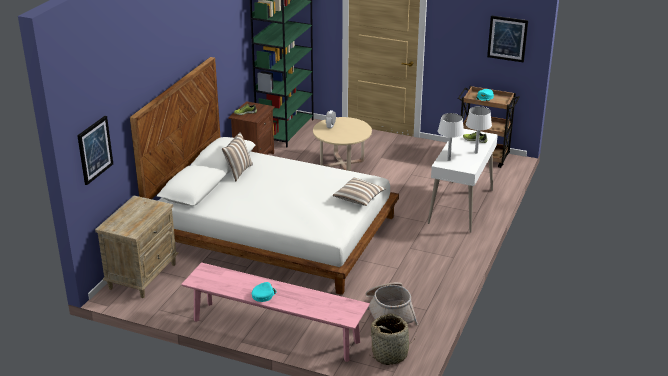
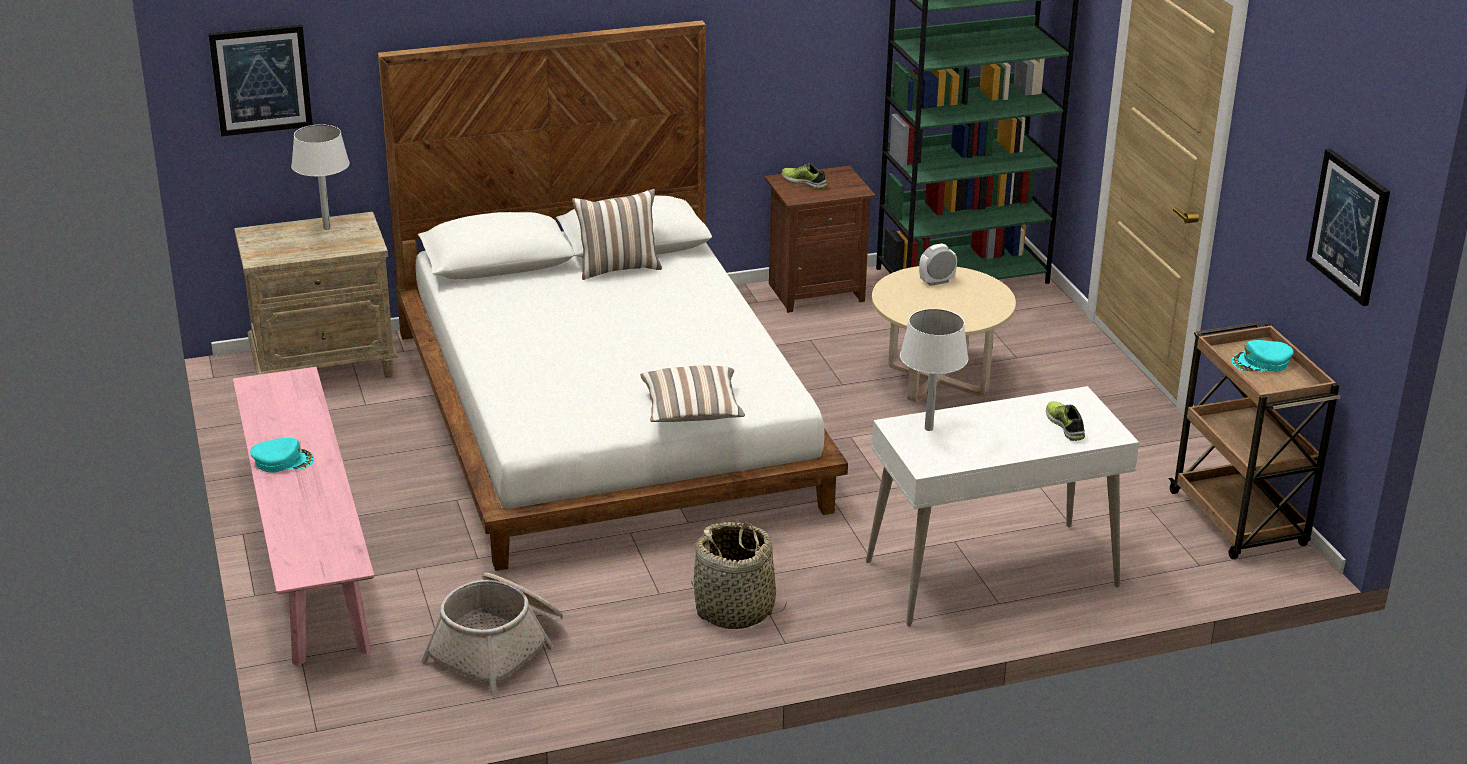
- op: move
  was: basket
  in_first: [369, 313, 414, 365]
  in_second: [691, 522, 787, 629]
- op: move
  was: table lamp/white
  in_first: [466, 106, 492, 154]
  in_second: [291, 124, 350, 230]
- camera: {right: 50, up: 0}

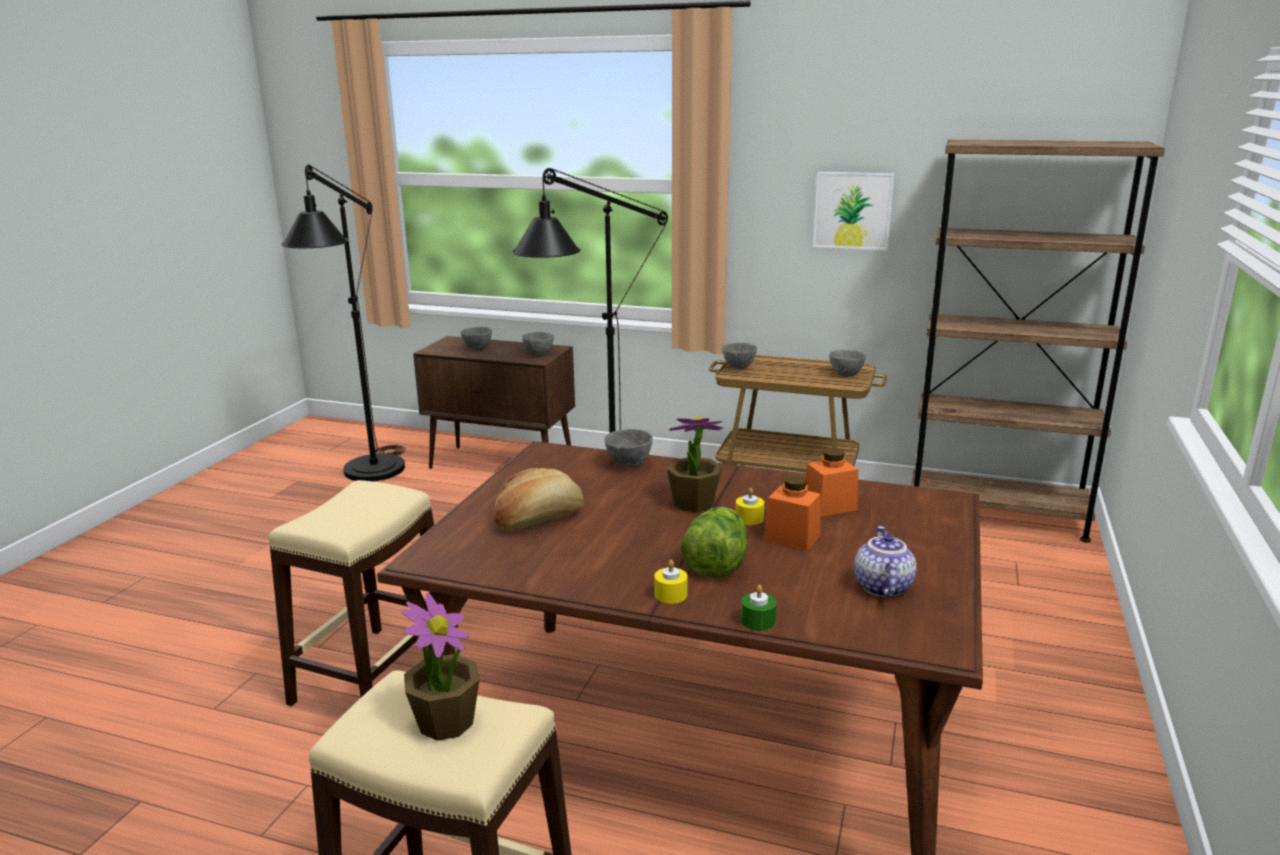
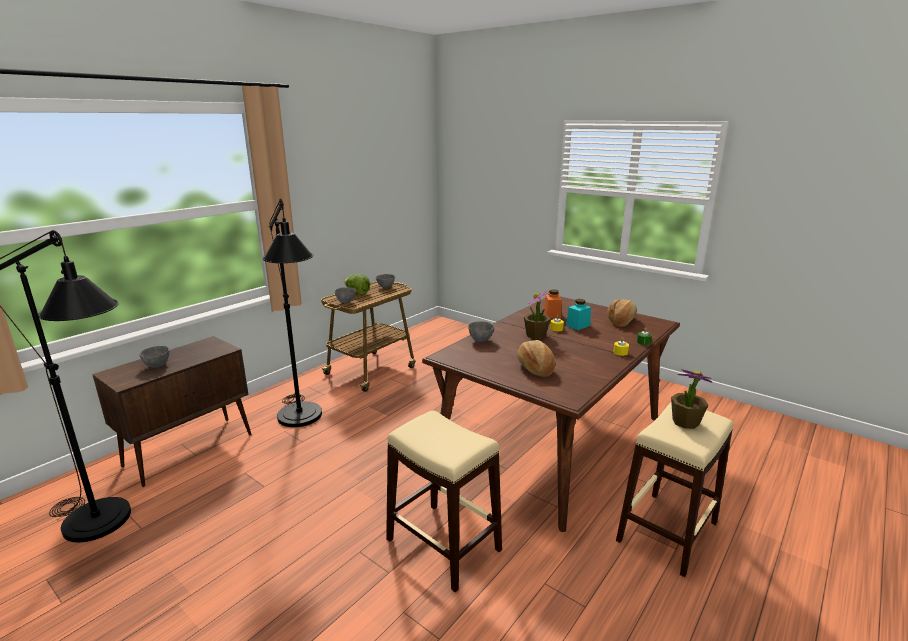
- op: delete
  was: bowl/grey
  in_first: [522, 332, 554, 356]
- op: move
  was: lettuce
  in_first: [681, 507, 747, 578]
  in_second: [345, 275, 370, 295]
- op: recolor
  was: jar/orange
  now: jar/turquoise
  in_first: [764, 475, 821, 551]
  in_second: [566, 299, 591, 330]
- op: delete
  was: picture
  in_first: [813, 172, 895, 251]
- op: replace
  was: teapot
  now: bread
  in_first: [854, 526, 916, 597]
  in_second: [608, 299, 637, 327]
- op: delete
  was: bookcase/brown
  in_first: [911, 140, 1165, 542]
- camera: {right: -70, up: 0}

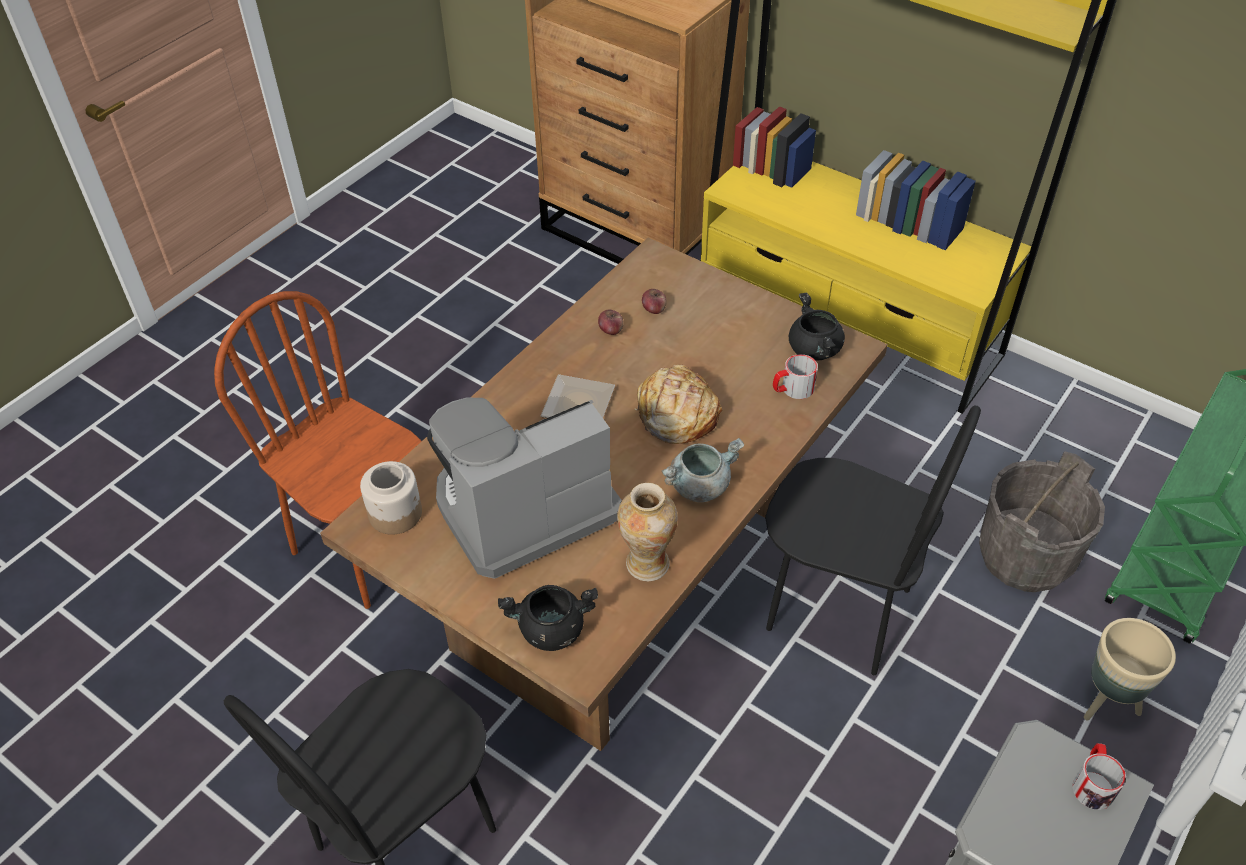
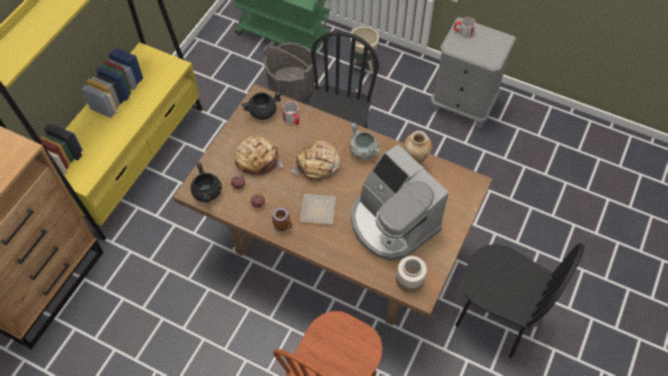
- op: move
  was: cooking pot/black
  in_first: [498, 585, 598, 651]
  in_second: [191, 163, 222, 203]
- op: insert
  now: bread
  in_second: [235, 136, 283, 177]
- op: insert
  now: mug
  in_second: [272, 207, 292, 233]
- camera: {right: -100, up: 10}

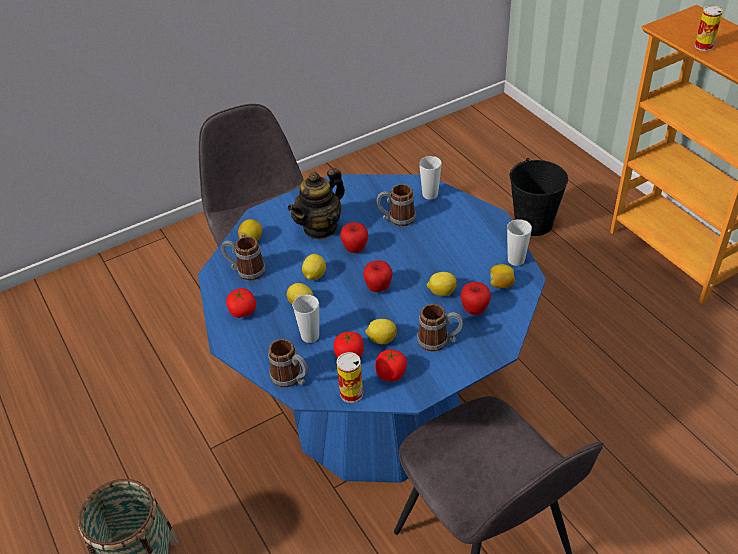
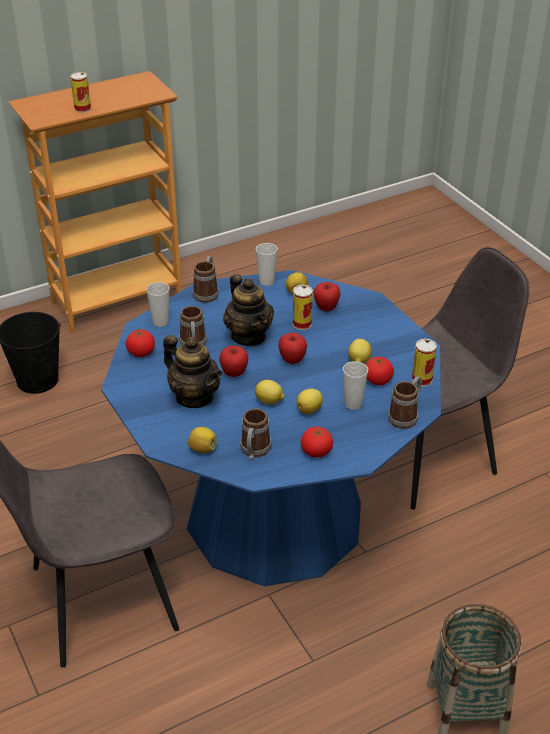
- op: move
  was: tomato
  in_first: [375, 349, 407, 382]
  in_second: [125, 329, 155, 357]
- op: move
  was: mug
  in_first: [417, 304, 463, 352]
  in_second: [193, 256, 219, 303]
- op: replace
  was: lemon
  now: can
  in_first: [427, 272, 457, 296]
  in_second: [293, 285, 313, 330]
- op: insert
  now: teapot
  in_second: [223, 274, 274, 346]
- camera: {right: -90, up: -5}

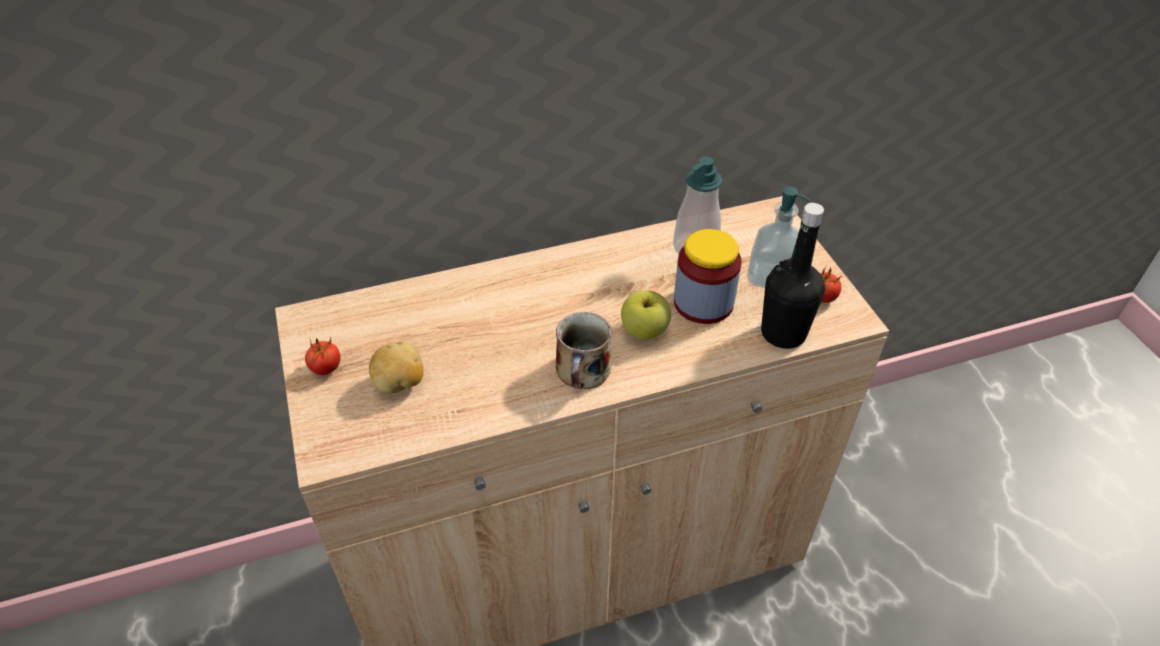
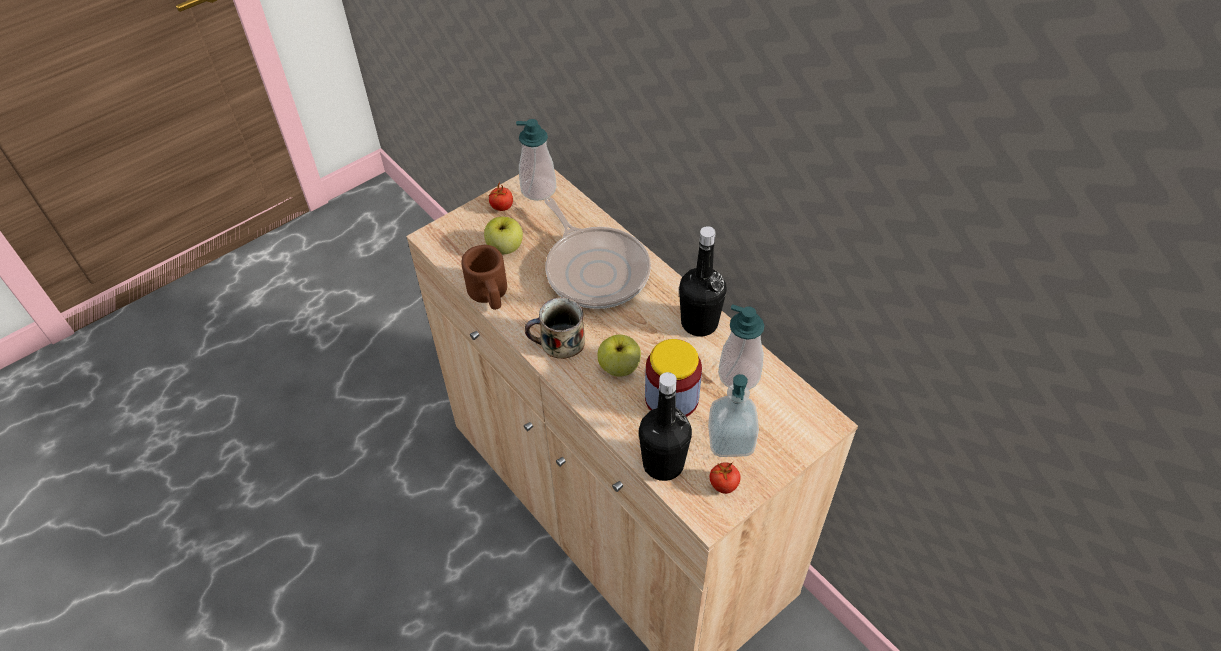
- op: replace
  was: potato
  now: apple
  in_first: [369, 341, 424, 393]
  in_second: [484, 217, 523, 254]
- op: insert
  now: mug/brown
  in_second: [461, 245, 507, 310]
- op: insert
  now: soap dispenser
  in_second: [516, 119, 556, 201]
- op: insert
  now: frying pan
  in_second: [545, 197, 651, 309]
- op: insert
  now: bottle/black
  in_second: [679, 226, 726, 337]
- camera: {right: 70, up: 5}

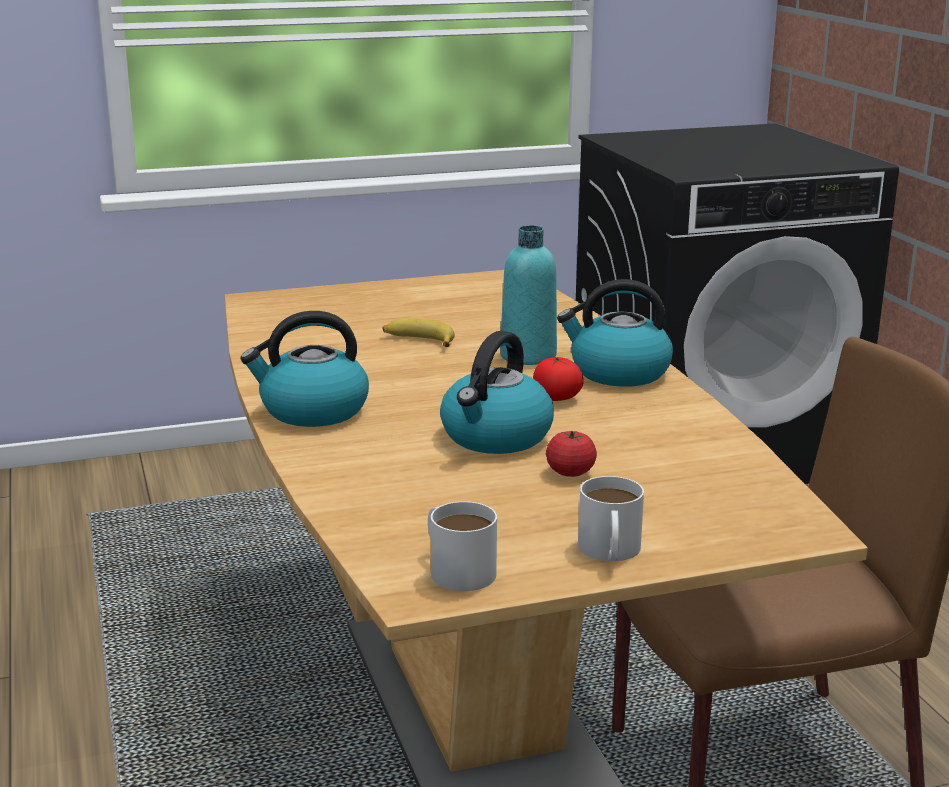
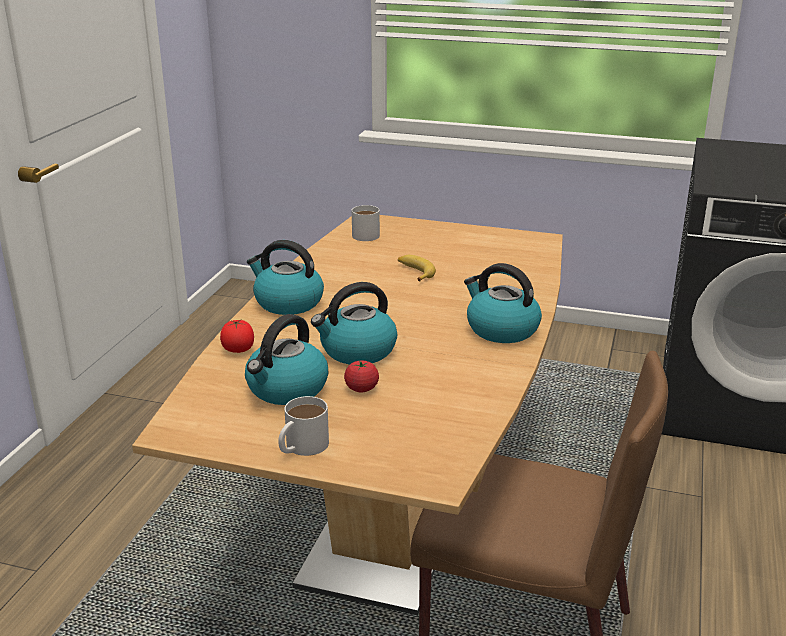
- op: move
  was: mug/white
  in_first: [428, 501, 497, 591]
  in_second: [352, 205, 380, 241]
- op: delete
  was: bottle/turquoise
  in_first: [500, 225, 557, 365]
- op: move
  was: tomato
  in_first: [533, 356, 584, 401]
  in_second: [220, 319, 254, 353]
- op: insert
  now: kettle
  in_second: [245, 314, 328, 405]
- camera: {right: 35, up: 5}

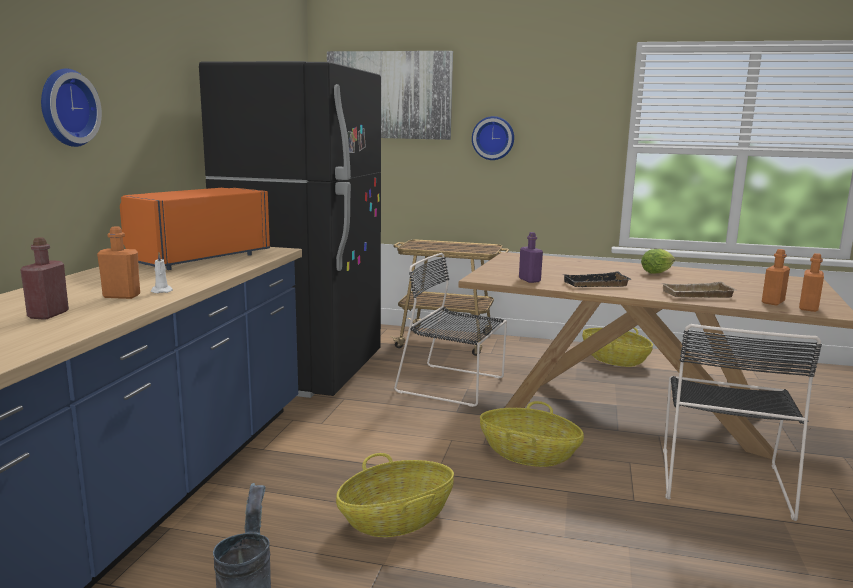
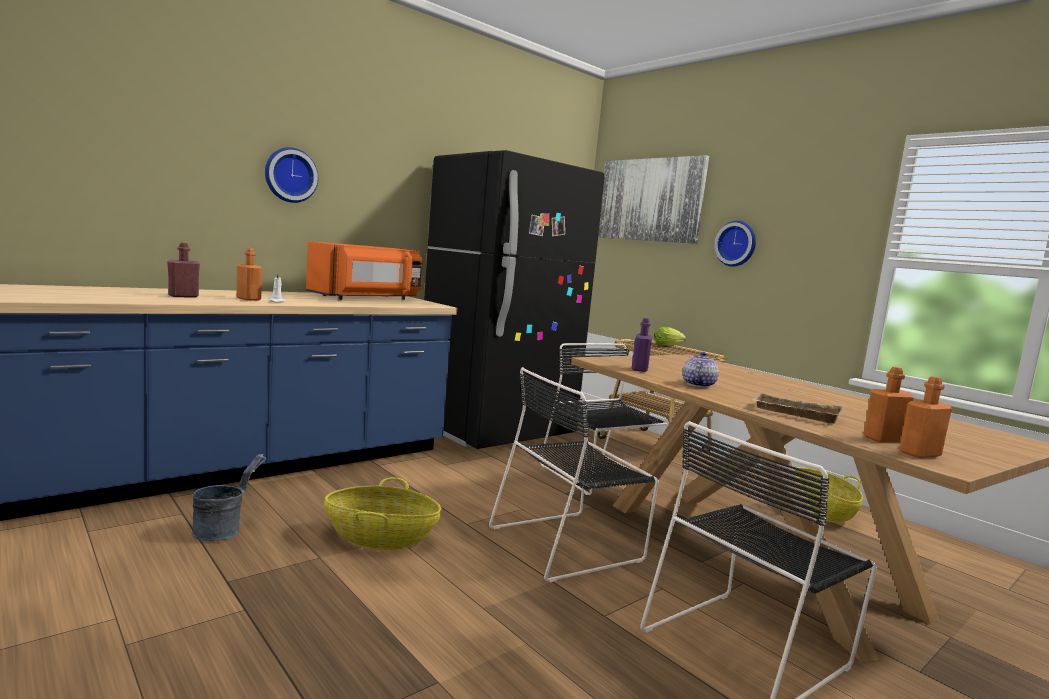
- op: rotate
  was: microwave/orange
  in_first: [120, 188, 270, 270]
  in_second: [306, 241, 423, 300]
  clockwise: 150
- op: replace
  was: basket
  now: chair/black
  in_first: [480, 401, 584, 467]
  in_second: [489, 367, 658, 582]
- op: replace
  was: tray/black
  now: teapot
  in_first: [563, 271, 631, 287]
  in_second: [683, 352, 719, 387]
- op: move
  was: lettuce
  in_first: [641, 249, 675, 274]
  in_second: [654, 327, 686, 346]
- camera: {right: 35, up: -5}

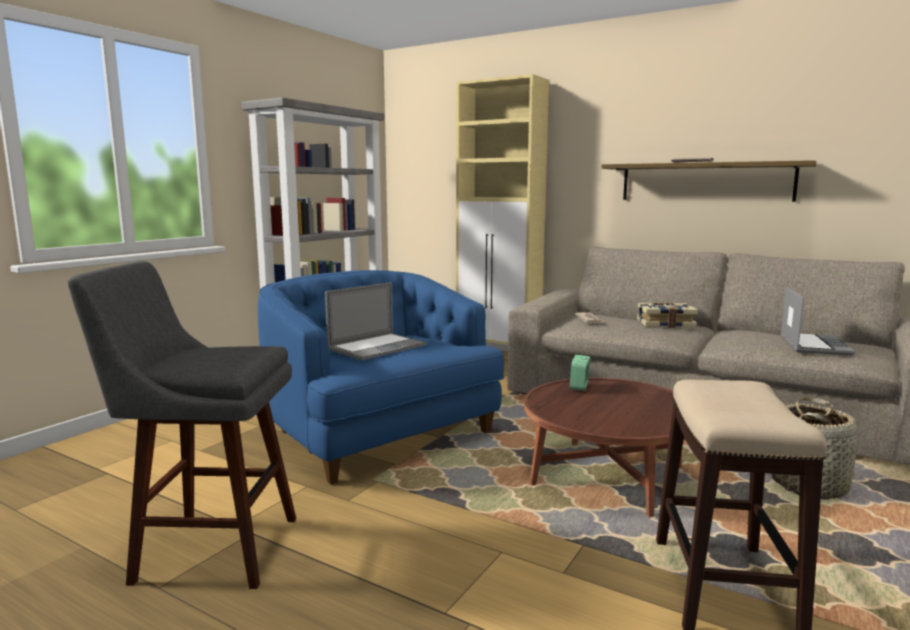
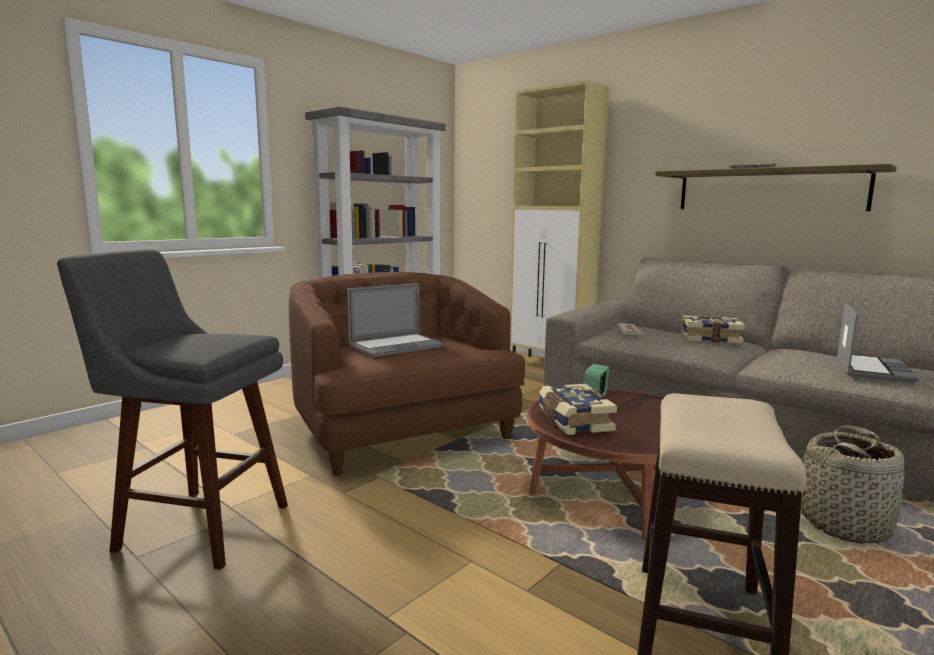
- op: recolor
  was: armchair/blue
  now: armchair/brown
  in_first: [258, 270, 504, 485]
  in_second: [289, 272, 525, 476]
- op: insert
  now: book
  in_second: [539, 384, 617, 435]
- camera: {right: 10, up: 0}

